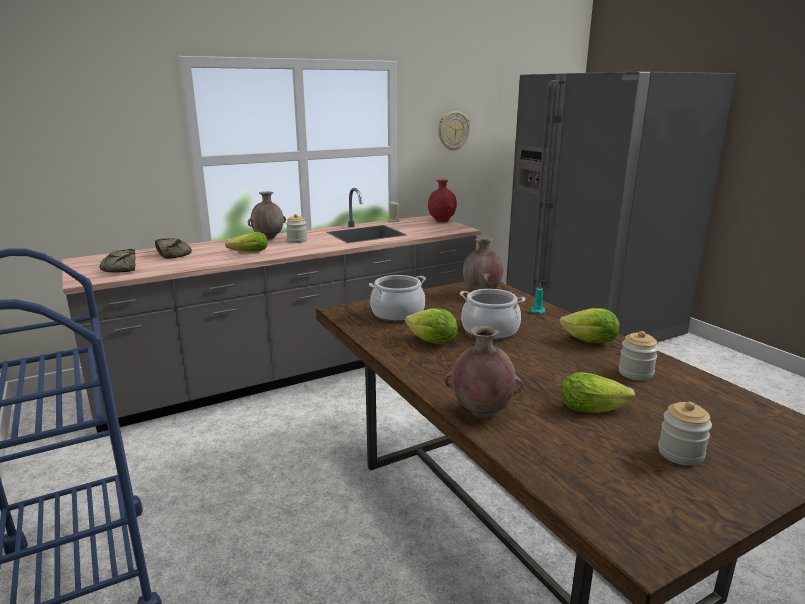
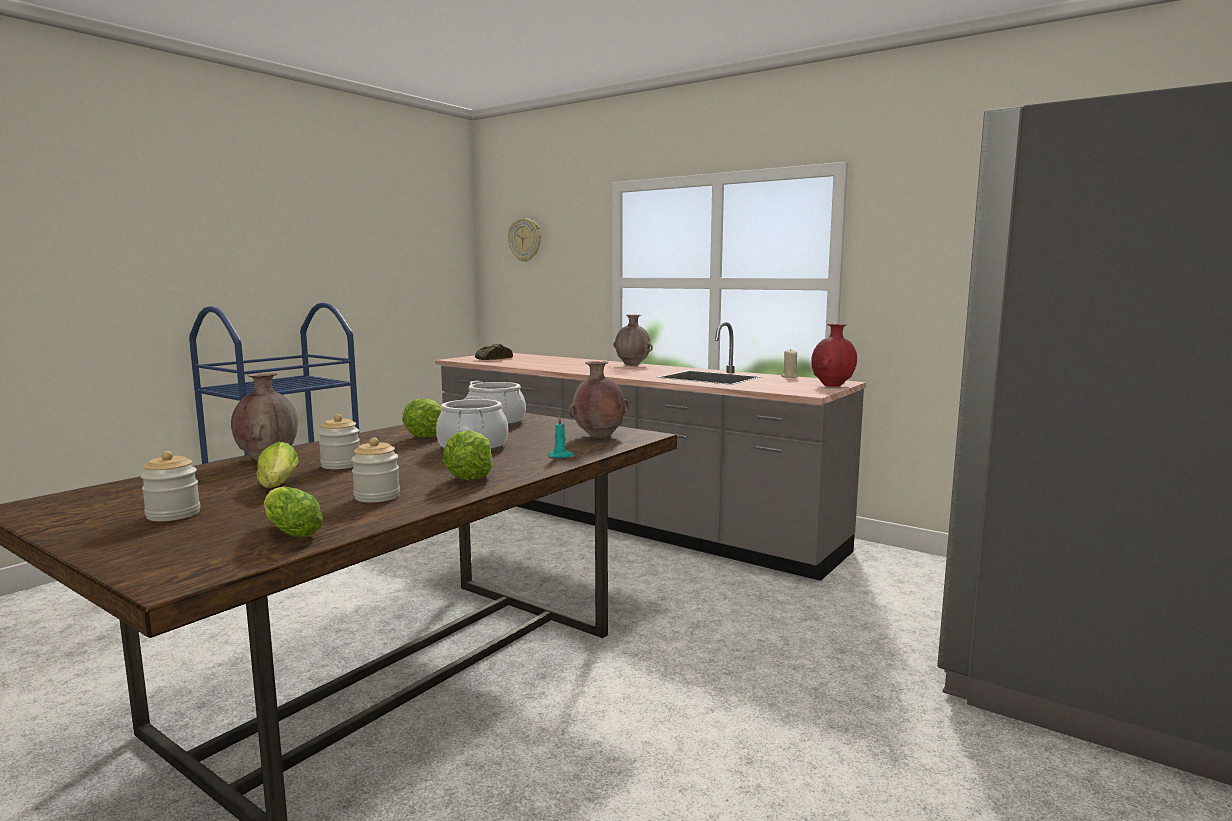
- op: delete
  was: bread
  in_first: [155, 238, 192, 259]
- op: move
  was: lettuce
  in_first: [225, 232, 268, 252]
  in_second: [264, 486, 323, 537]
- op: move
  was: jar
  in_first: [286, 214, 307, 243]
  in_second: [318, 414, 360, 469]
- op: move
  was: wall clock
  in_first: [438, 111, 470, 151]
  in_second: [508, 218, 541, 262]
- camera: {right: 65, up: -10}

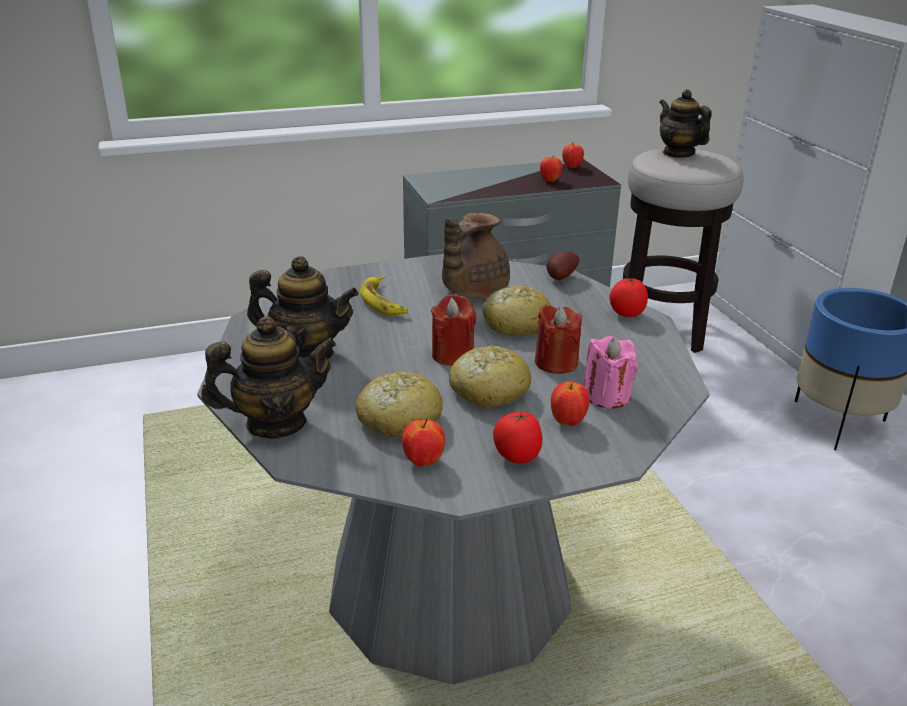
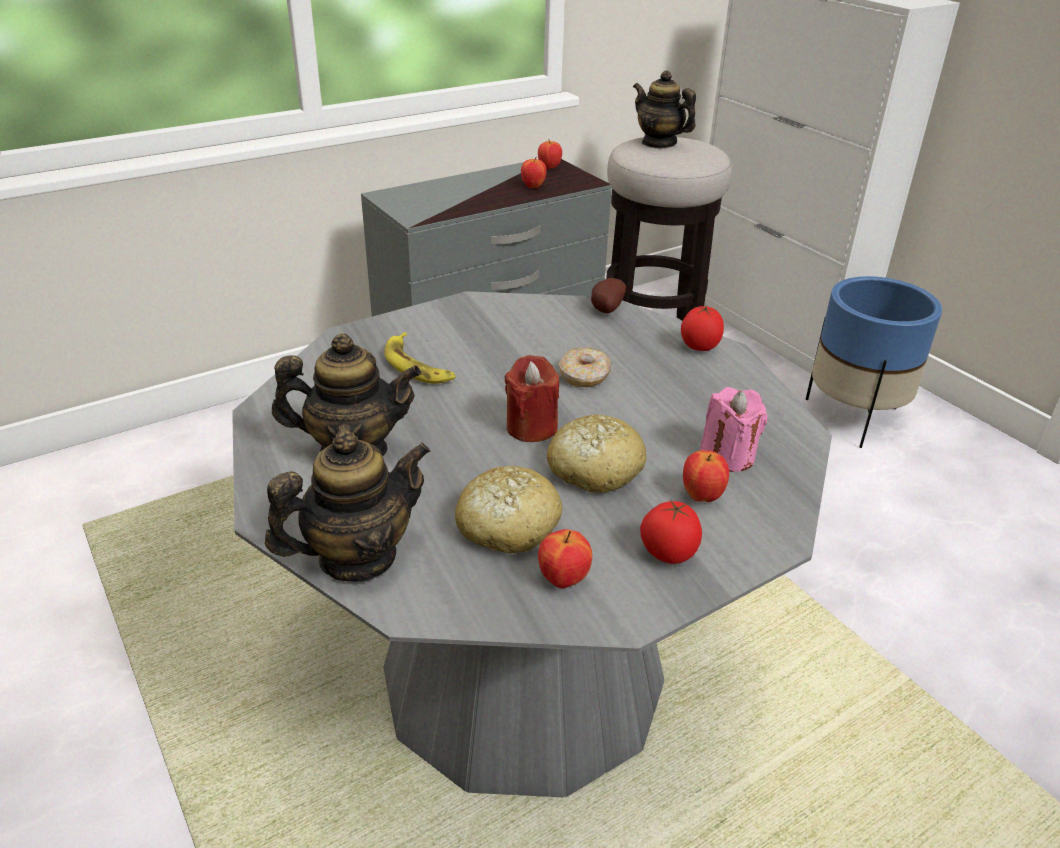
- op: delete
  was: teapot/brown
  in_first: [442, 213, 510, 298]
- op: replace
  was: bread
  now: donut
  in_first: [483, 286, 551, 337]
  in_second: [558, 347, 612, 387]
- op: delete
  was: candle/red
  in_first: [535, 304, 582, 374]
- camera: {right: -15, up: 5}

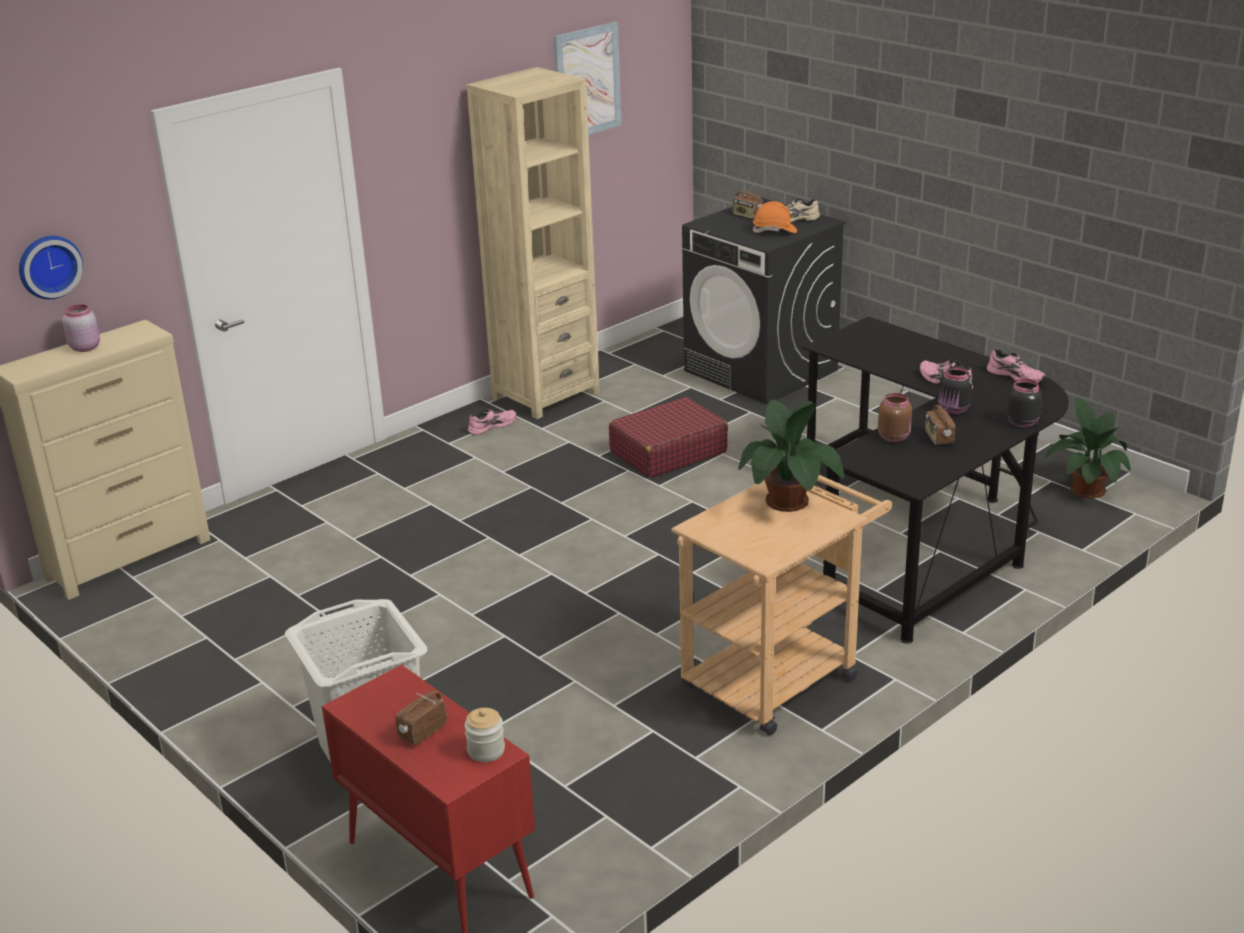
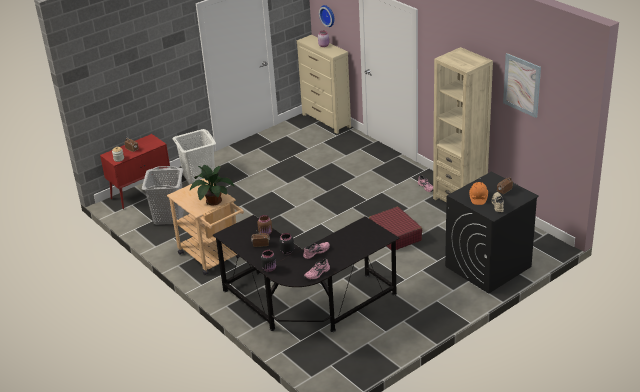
- op: delete
  was: potted plant
  in_first: [1044, 397, 1131, 498]
- op: insert
  now: laundry basket/grey
  in_second: [142, 166, 184, 225]
- camera: {right: 95, up: 5}

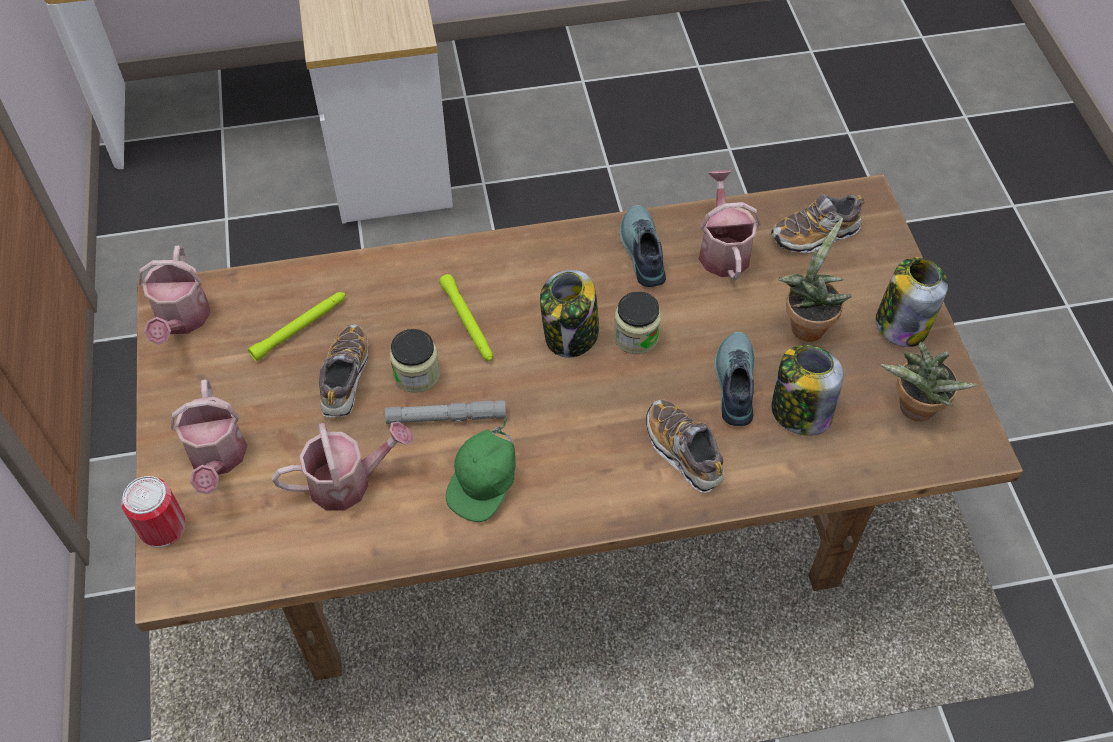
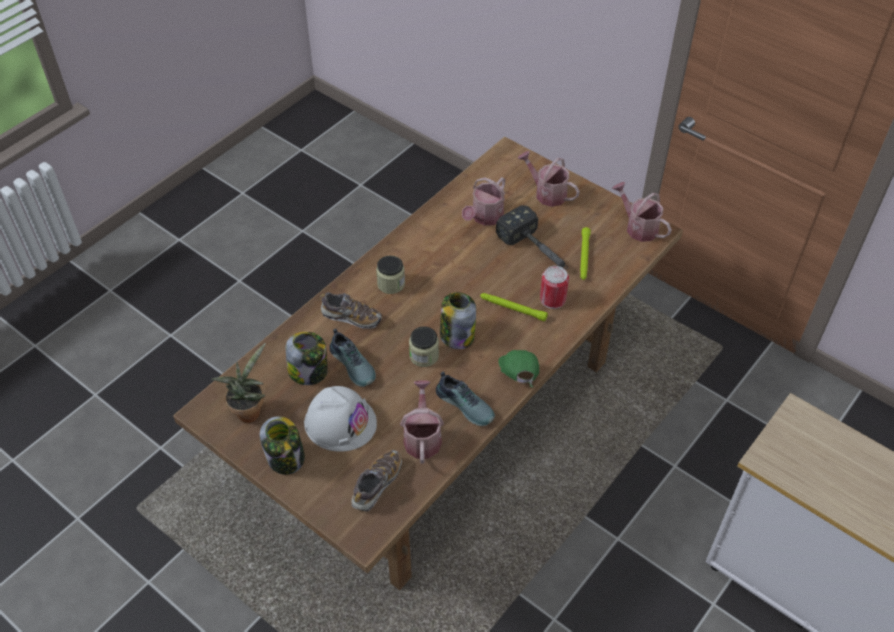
- op: move
  was: can
  in_first: [121, 476, 186, 548]
  in_second: [540, 266, 569, 309]
- op: replace
  was: shoe
  now: hammer
  in_first: [319, 324, 369, 417]
  in_second: [496, 205, 568, 269]
- op: delete
  was: flashlight/grey
  in_first: [385, 400, 506, 424]
- op: move
  was: jar
  in_first: [390, 329, 440, 393]
  in_second: [376, 256, 405, 294]
- op: move
  was: cap/green
  in_first: [446, 417, 516, 522]
  in_second: [498, 350, 539, 387]
- op: rotate
  was: watering can
  in_first: [699, 170, 760, 280]
  in_second: [400, 380, 444, 463]
  clockwise: -135
- op: replace
  was: potted plant
  now: hard hat/white
  in_first: [779, 218, 852, 342]
  in_second: [304, 386, 377, 452]
- camera: {right: 140, up: -5}

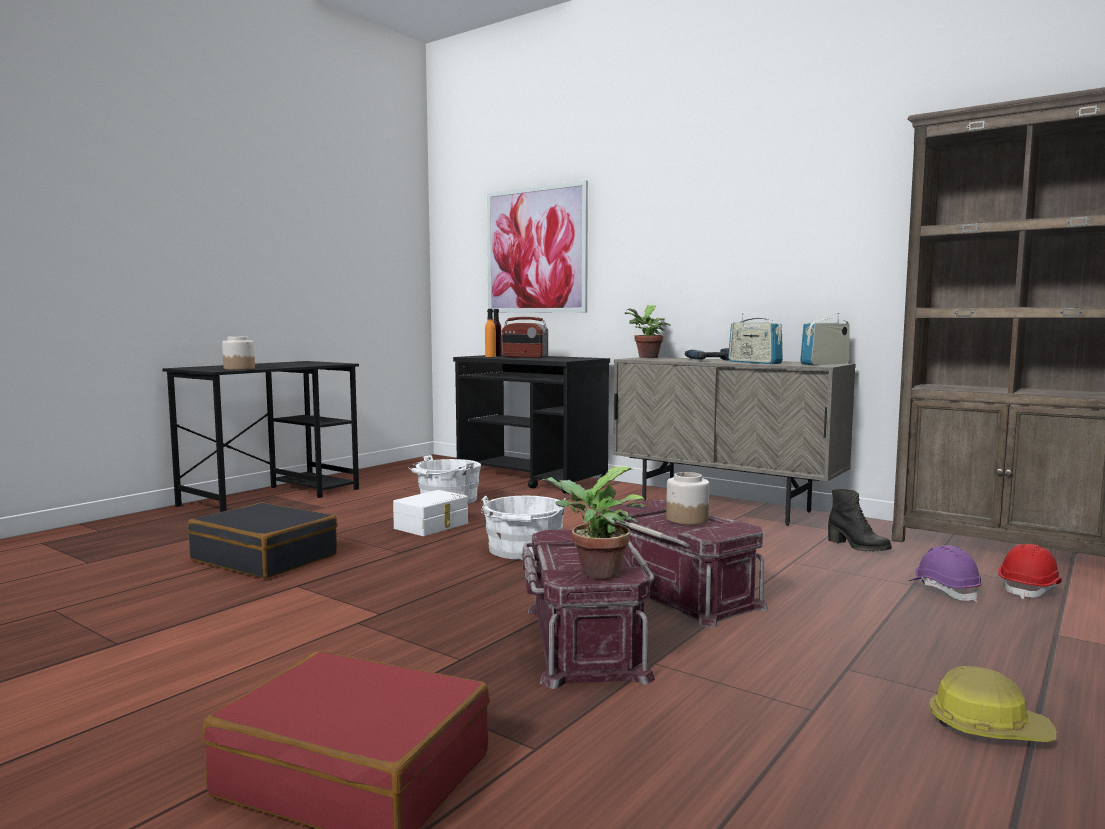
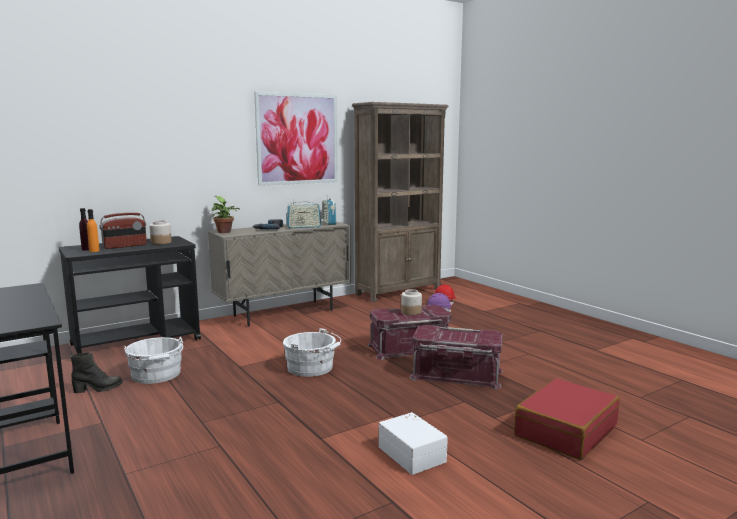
- op: delete
  was: suitcase/black
  in_first: [187, 502, 338, 579]
- op: move
  was: jar
  in_first: [222, 336, 255, 370]
  in_second: [149, 220, 172, 244]
- op: move
  was: storage box/white
  in_first: [393, 490, 468, 536]
  in_second: [379, 412, 448, 475]
- op: move
  was: picture
  in_first: [487, 180, 588, 313]
  in_second: [254, 92, 338, 186]
- op: delete
  was: potted plant
  in_first: [542, 467, 646, 580]
- op: move
  was: boot/black
  in_first: [828, 489, 892, 551]
  in_second: [70, 353, 123, 393]
- op: delete
  was: hard hat
  in_first: [929, 666, 1056, 742]
- camera: {right: -70, up: 5}

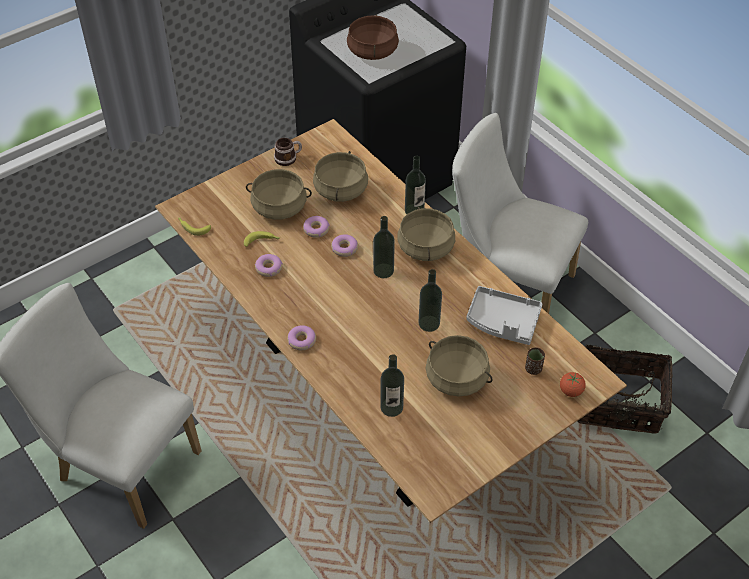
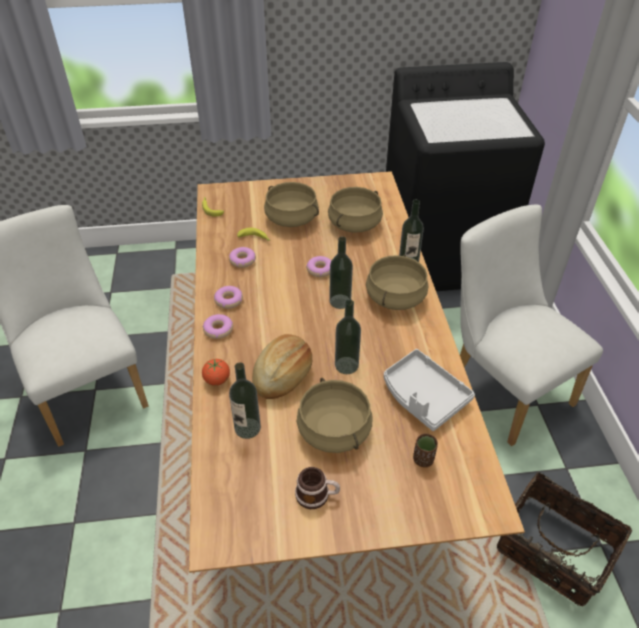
- op: move
  was: mug
  in_first: [274, 138, 302, 166]
  in_second: [295, 467, 340, 509]
- op: move
  was: donut
  in_first: [303, 216, 330, 238]
  in_second: [214, 286, 243, 309]
- op: delete
  was: cooking pot/brown
  in_first: [347, 14, 399, 60]
- op: move
  was: tomato
  in_first: [560, 372, 586, 397]
  in_second: [202, 359, 230, 386]
- op: insert
  now: bread
  in_second: [252, 334, 312, 399]
- camera: {right: 30, up: -5}

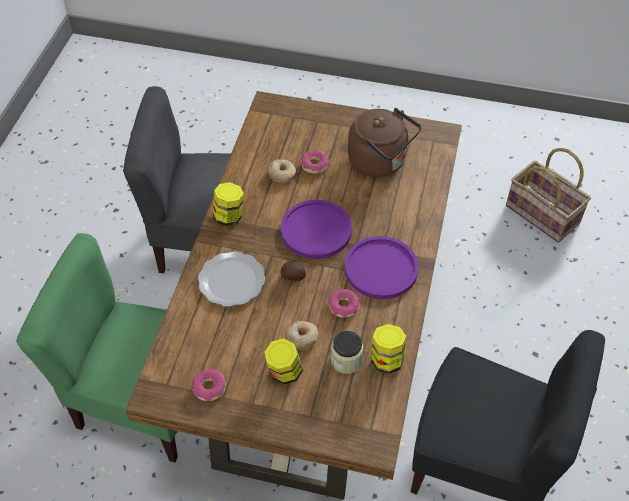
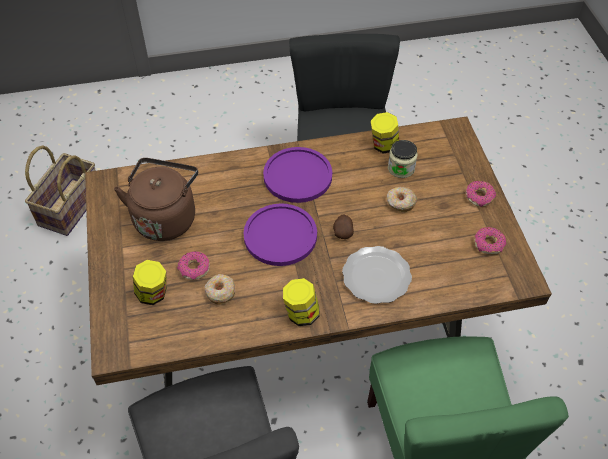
- op: move
  was: jar
  in_first: [264, 338, 303, 384]
  in_second: [133, 260, 166, 305]
- op: move
  was: donut
  in_first: [328, 289, 360, 318]
  in_second: [466, 181, 496, 207]
- camera: {right: -115, up: 0}

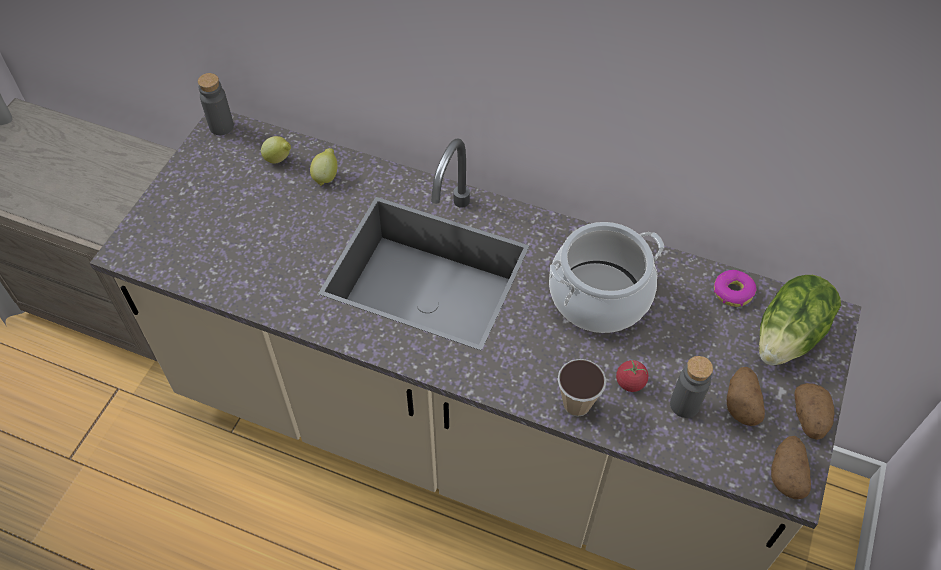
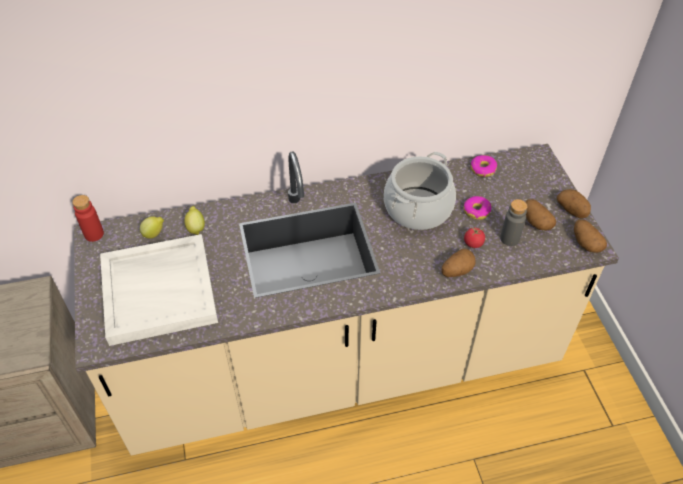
- op: recolor
  was: bottle/grey
  now: bottle/red
  in_first: [198, 73, 234, 135]
  in_second: [72, 195, 104, 242]
- op: replace
  was: cup
  now: potato
  in_first: [558, 359, 607, 417]
  in_second: [441, 249, 476, 277]
- op: delete
  was: lettuce
  in_first: [759, 275, 841, 365]
- op: insert
  now: tray/white
  in_second: [100, 234, 218, 346]
- op: insert
  now: donut
  in_second: [464, 196, 491, 220]
- camera: {right: -35, up: -5}

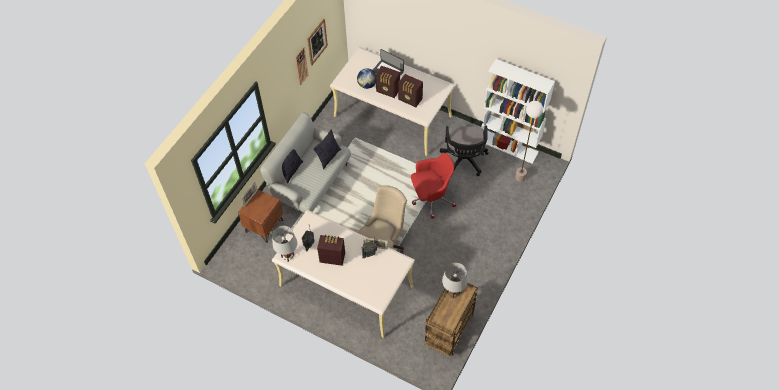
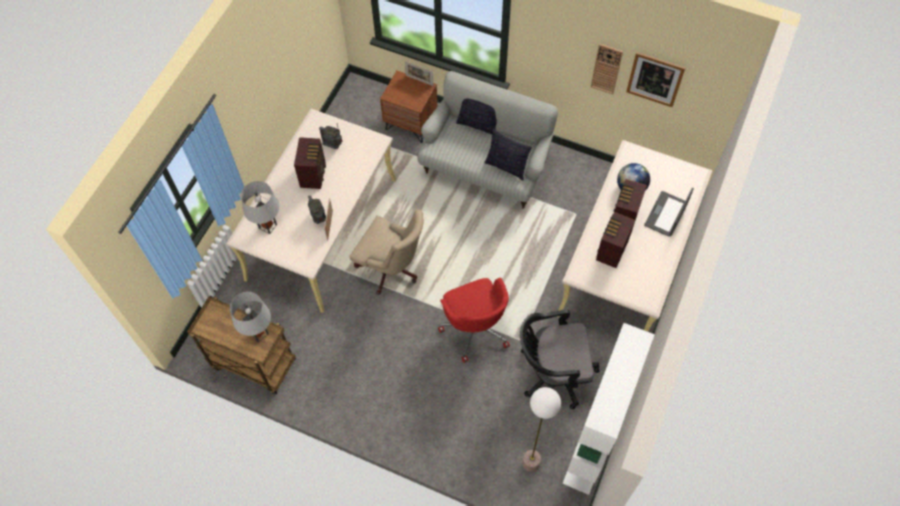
- op: move
  was: table lamp/grey
  in_first: [272, 226, 297, 262]
  in_second: [241, 181, 279, 234]
- camera: {right: 85, up: 5}

